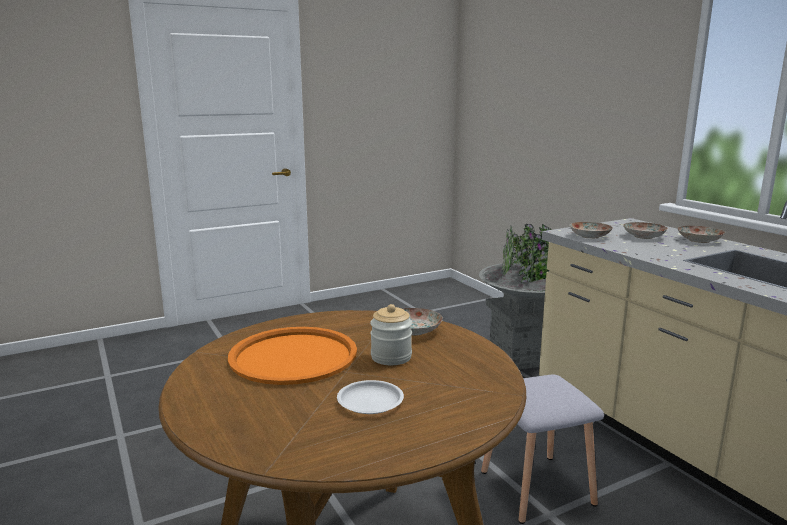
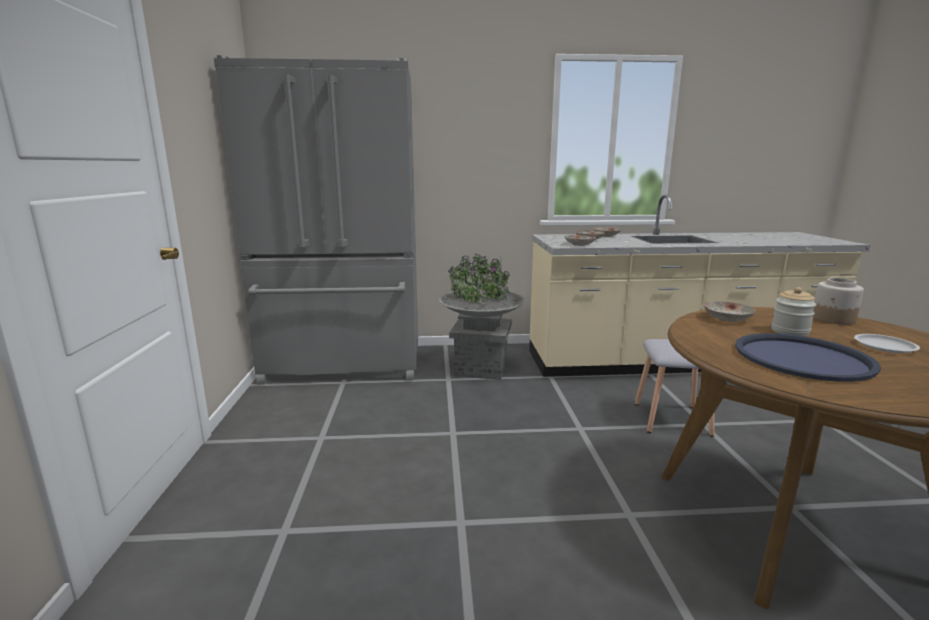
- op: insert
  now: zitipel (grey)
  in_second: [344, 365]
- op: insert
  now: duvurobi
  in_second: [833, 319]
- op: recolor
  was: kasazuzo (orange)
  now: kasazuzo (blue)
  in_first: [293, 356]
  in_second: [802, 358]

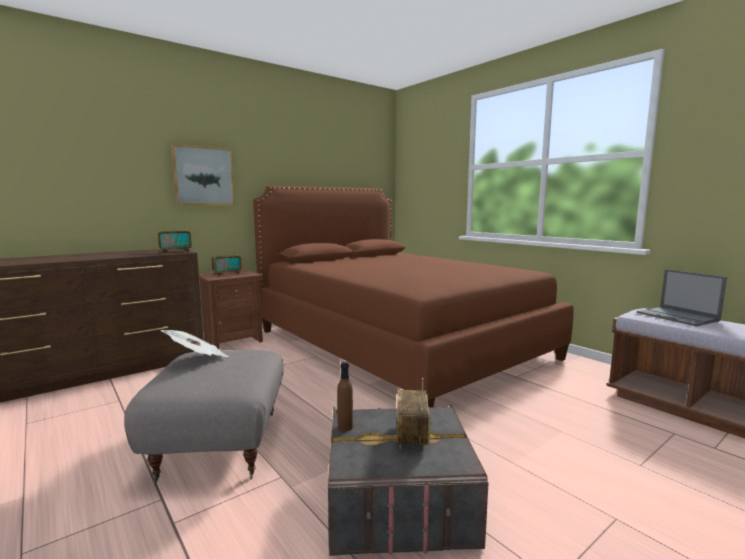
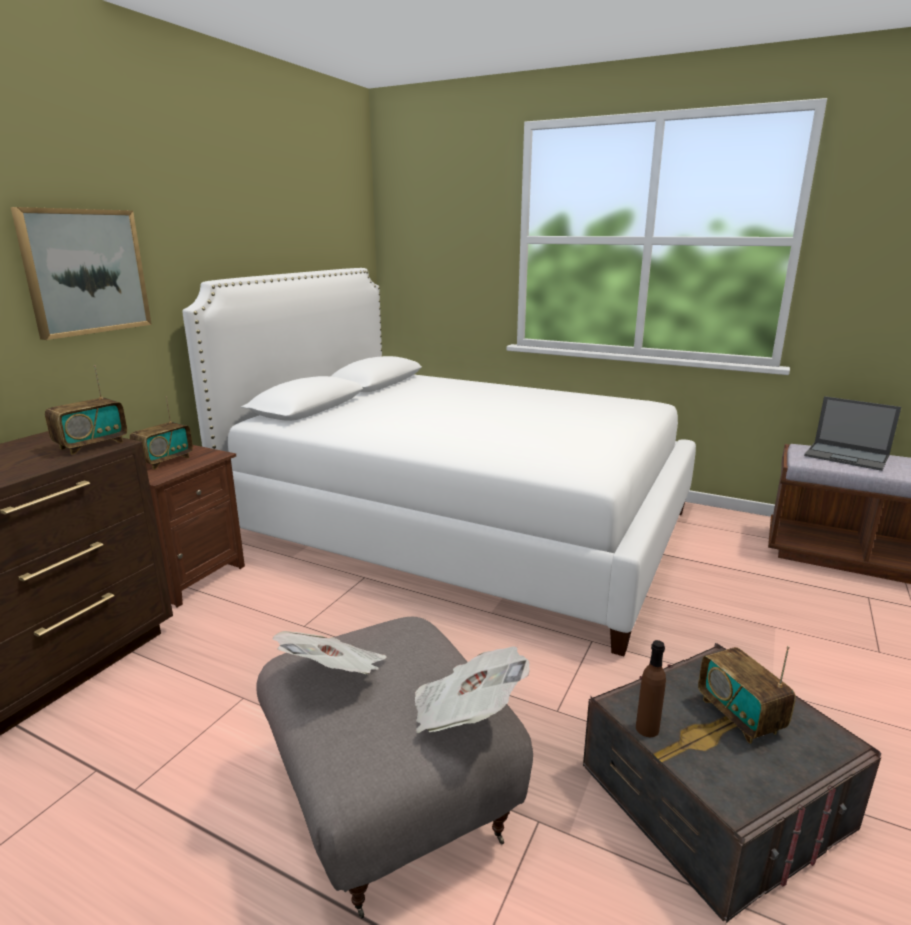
- op: insert
  now: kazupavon
  in_second: [466, 713]
- op: recolor
  was: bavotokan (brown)
  now: bavotokan (white)
  in_first: [398, 343]
  in_second: [462, 526]

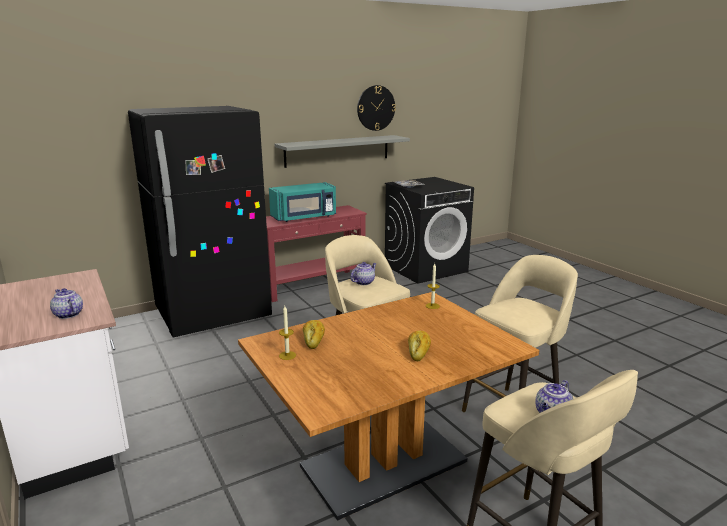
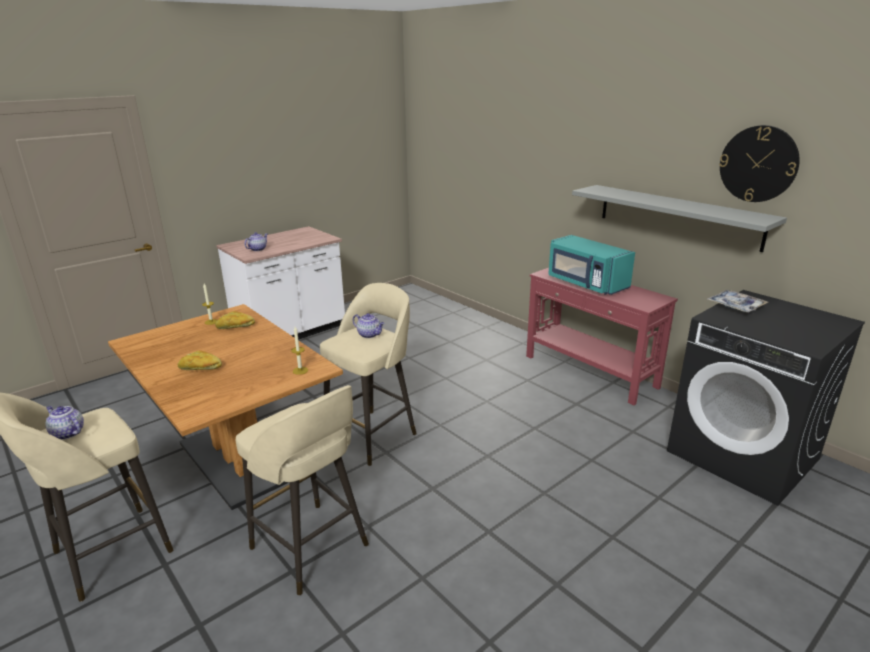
- op: delete
  was: zitipel (black)
  in_first: [213, 315]

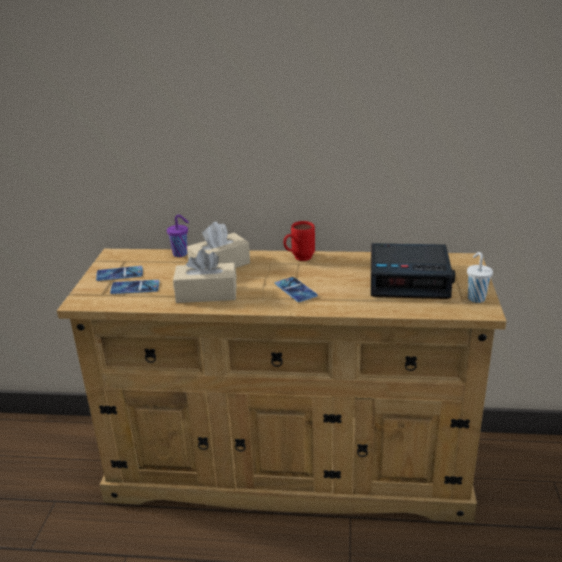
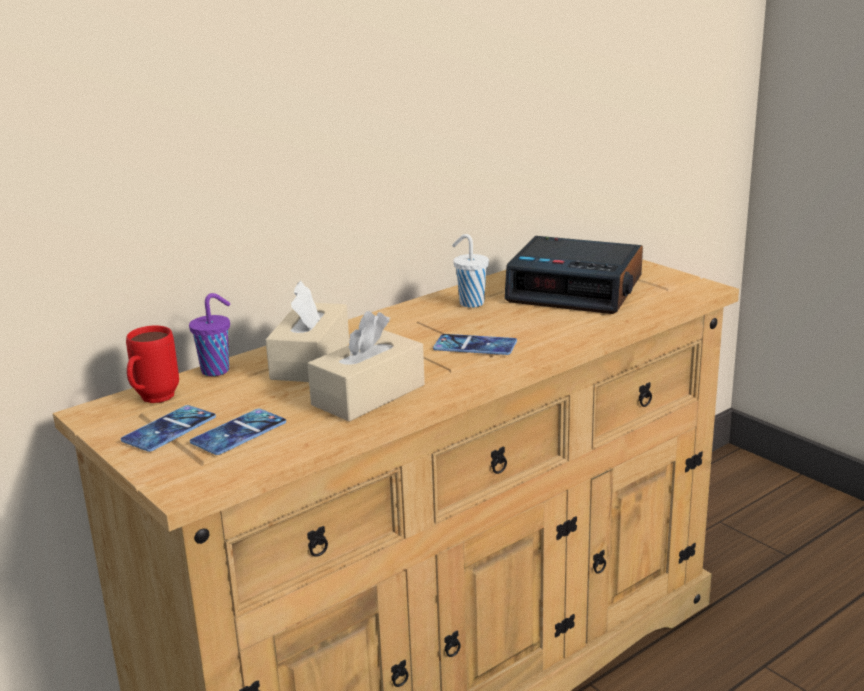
- op: move
  was: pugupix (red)
  in_first: [299, 258]
  in_second: [152, 400]
- op: move
  was: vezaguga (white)
  in_first: [475, 298]
  in_second: [470, 303]
- op: rotate
  was: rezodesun
  in_first: [409, 280]
  in_second: [576, 289]
  clockwise: 60

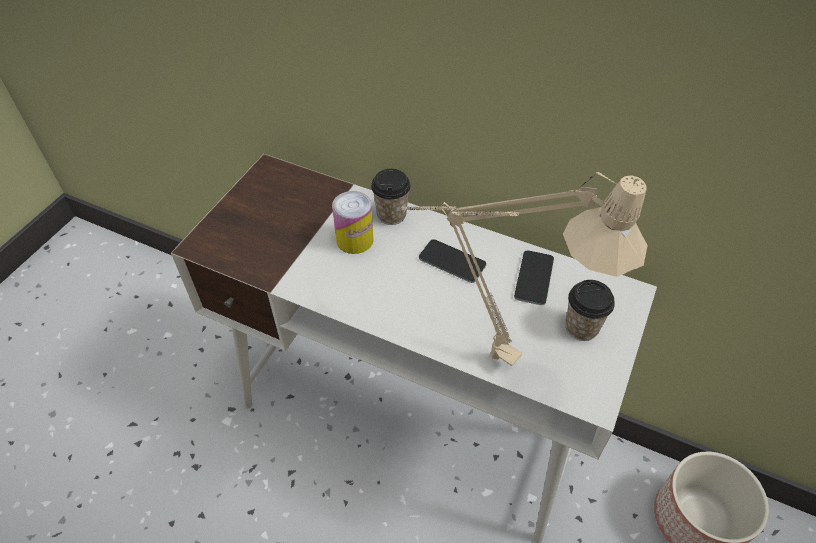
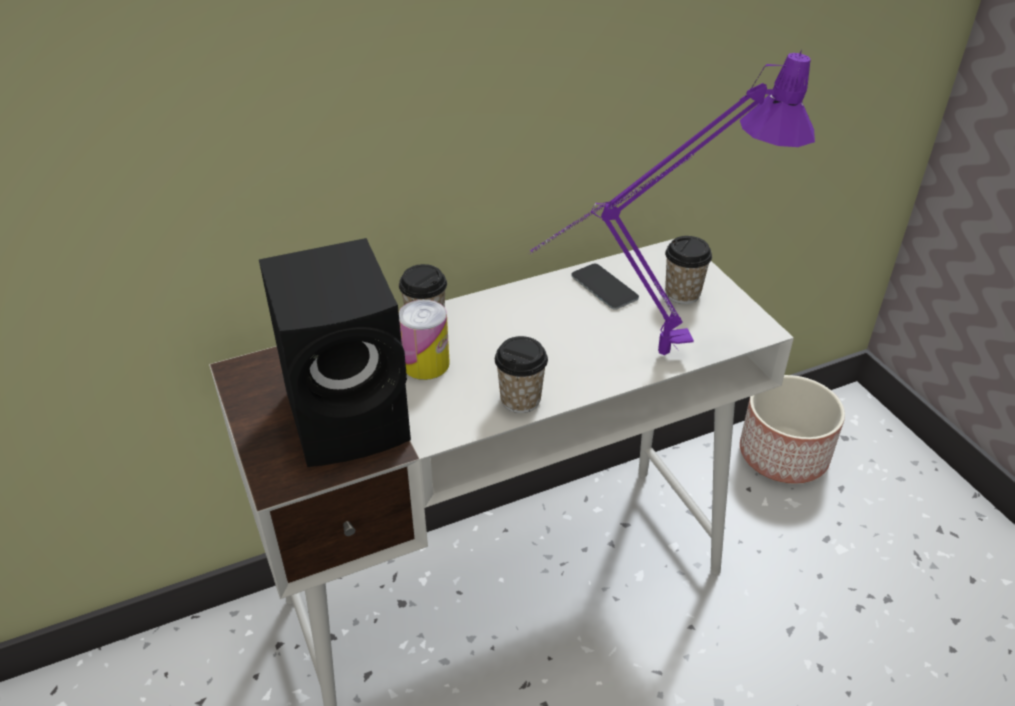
- op: delete
  was: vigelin
  in_first: [452, 261]
- op: insert
  now: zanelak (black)
  in_second: [352, 416]
- op: insert
  now: vezaguga
  in_second: [520, 399]
- op: recolor
  was: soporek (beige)
  now: soporek (purple)
  in_first: [482, 349]
  in_second: [647, 357]

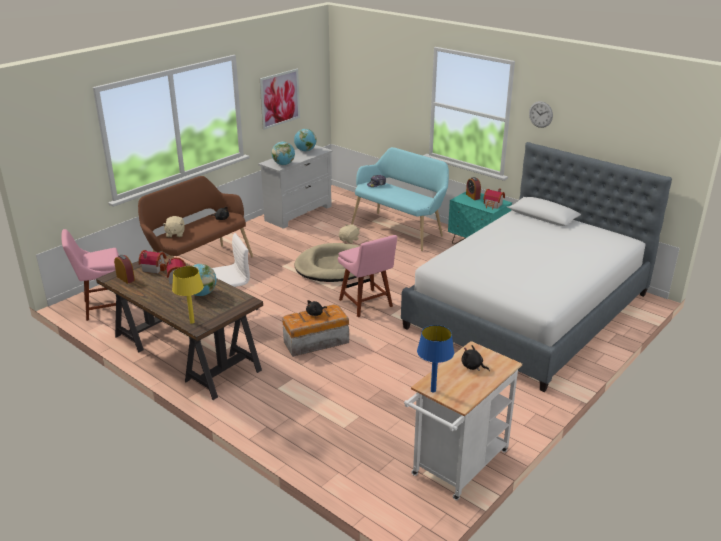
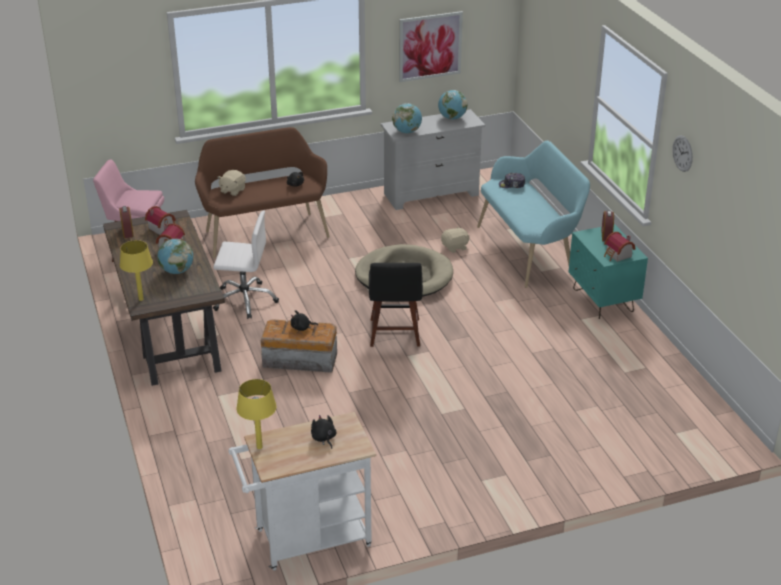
- op: delete
  was: bavotokan
  in_first: [528, 311]
- op: recolor
  was: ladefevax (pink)
  now: ladefevax (black)
  in_first: [367, 304]
  in_second: [395, 334]
- op: recolor
  was: soporek (blue)
  now: soporek (yellow)
  in_first: [433, 390]
  in_second: [259, 447]

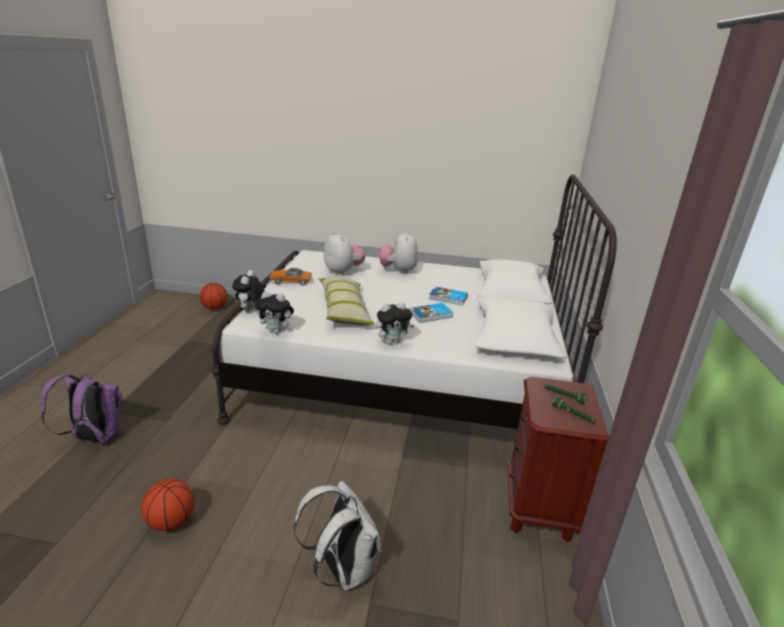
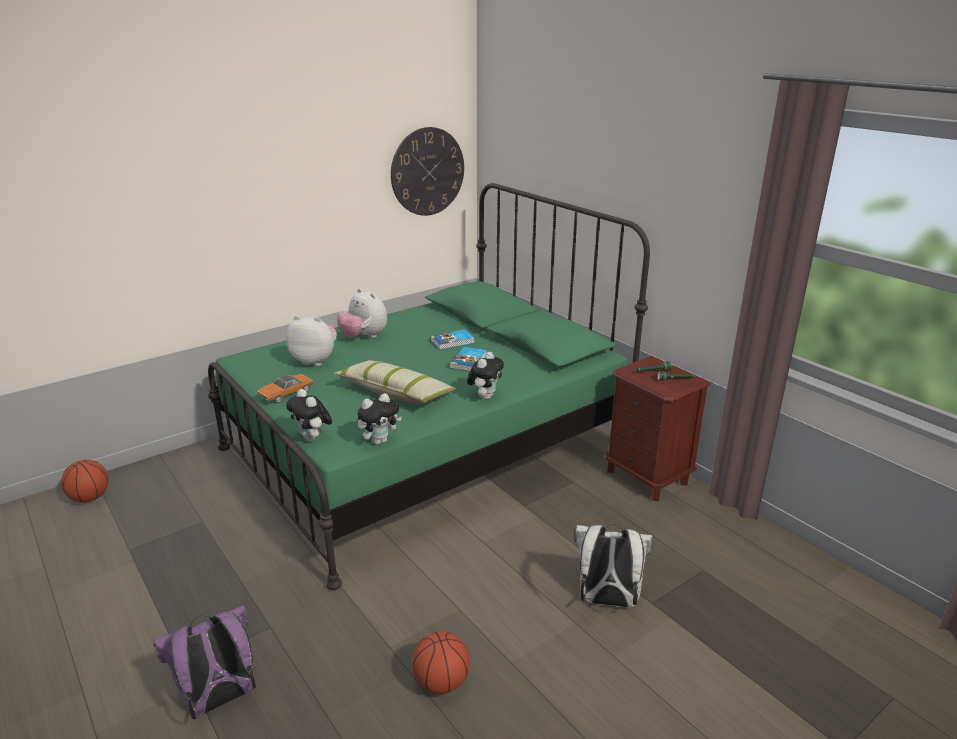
- op: insert
  now: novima
  in_second: [427, 172]
- op: recolor
  was: bavotokan (white)
  now: bavotokan (green)
  in_first: [402, 378]
  in_second: [425, 448]

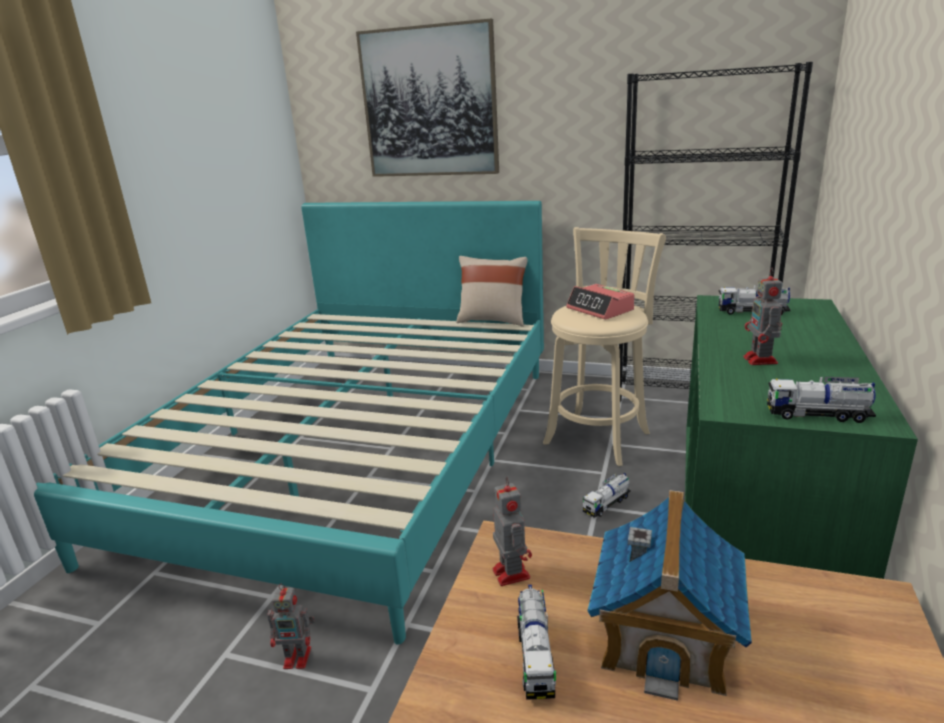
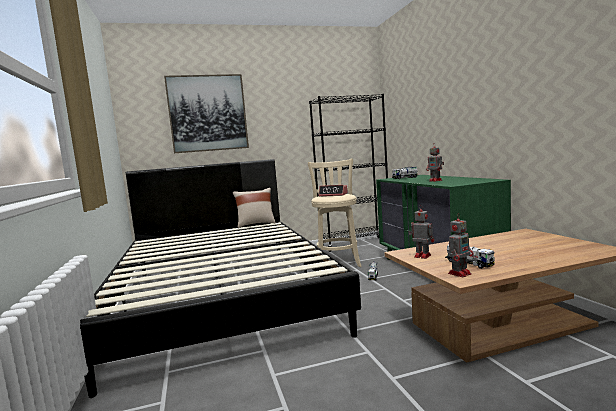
- op: delete
  was: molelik
  in_first: [665, 636]
- op: delete
  was: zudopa
  in_first: [817, 415]
- op: move
  was: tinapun
  in_first: [299, 657]
  in_second: [460, 273]
- op: recolor
  was: bavotokan (turquoise)
  now: bavotokan (black)
  in_first: [356, 451]
  in_second: [222, 296]

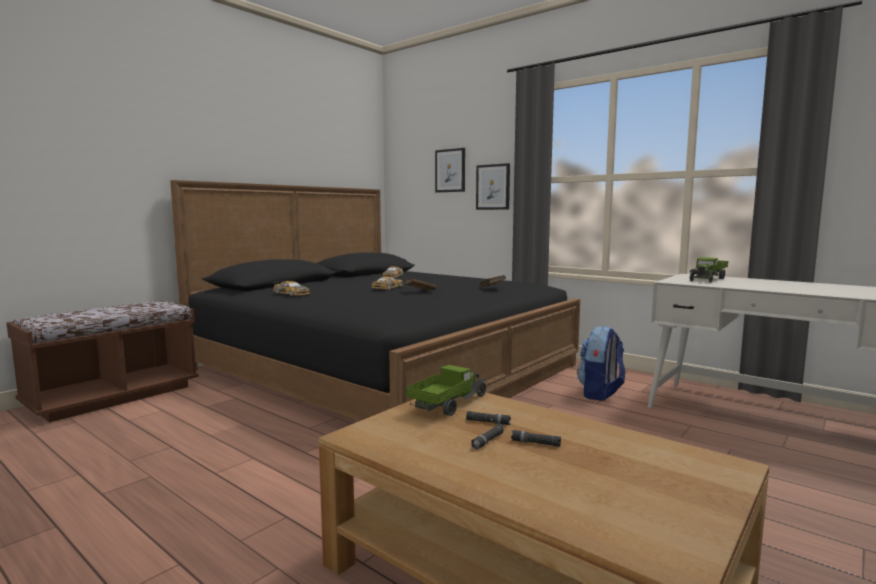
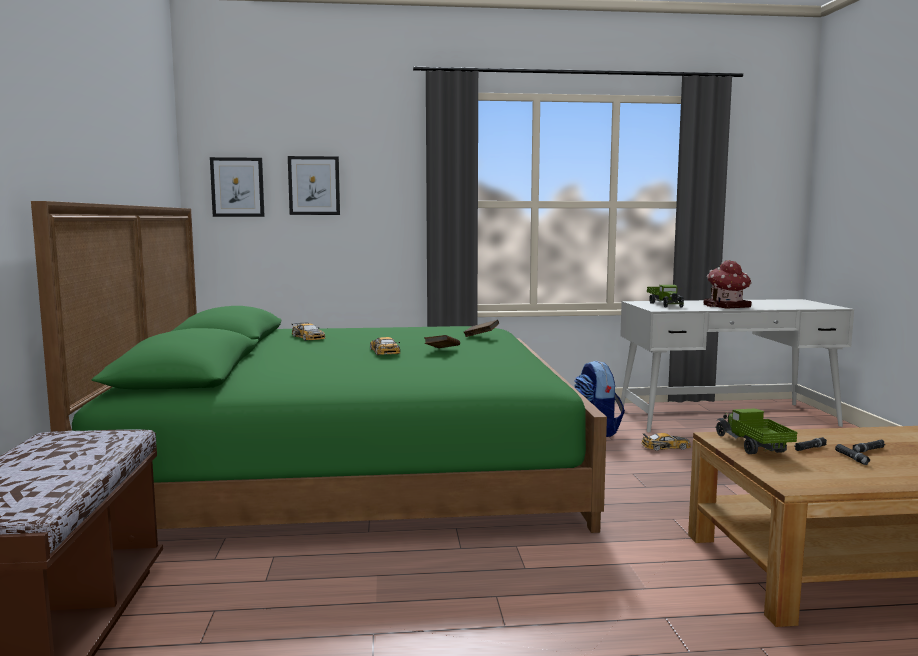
- op: insert
  now: molelik
  in_second: [727, 306]
- op: move
  was: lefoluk
  in_first: [291, 293]
  in_second: [666, 447]
- op: move
  was: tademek
  in_first: [493, 187]
  in_second: [237, 187]
- op: recolor
  was: bavotokan (black)
  now: bavotokan (green)
  in_first: [384, 367]
  in_second: [351, 464]

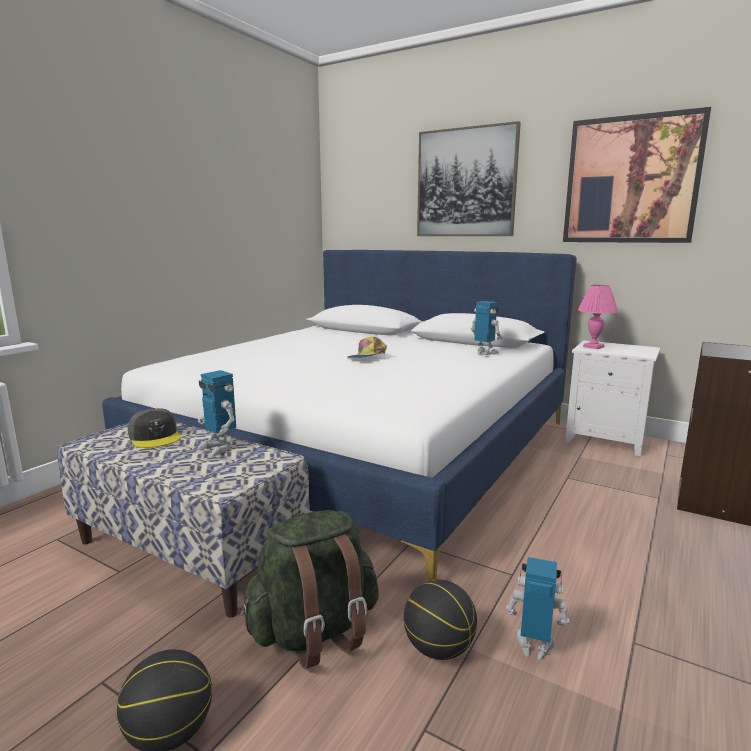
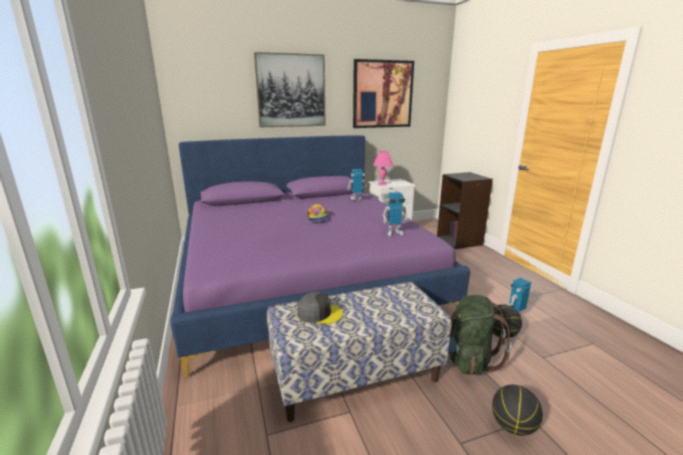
- op: move
  was: tinapun
  in_first: [219, 448]
  in_second: [394, 232]
- op: recolor
  was: bavotokan (white)
  now: bavotokan (purple)
  in_first: [363, 445]
  in_second: [303, 277]

